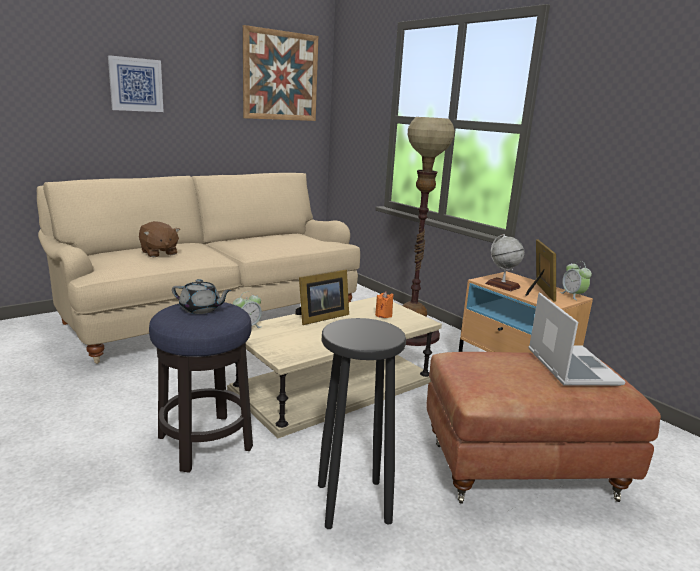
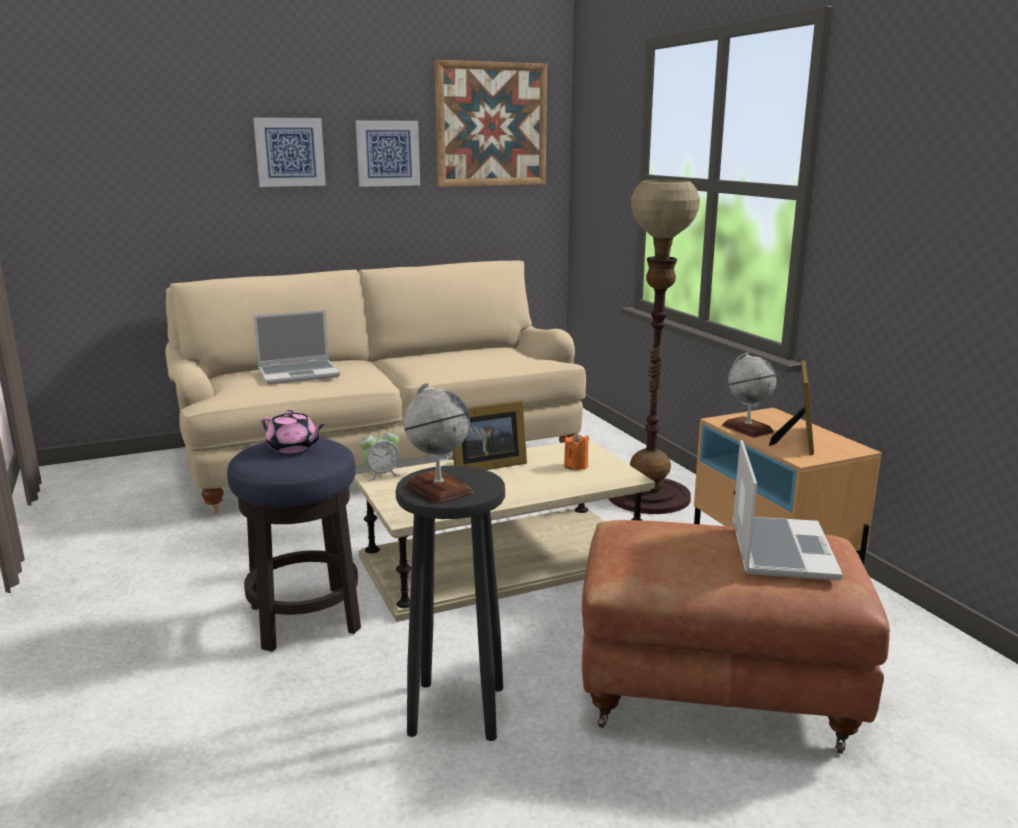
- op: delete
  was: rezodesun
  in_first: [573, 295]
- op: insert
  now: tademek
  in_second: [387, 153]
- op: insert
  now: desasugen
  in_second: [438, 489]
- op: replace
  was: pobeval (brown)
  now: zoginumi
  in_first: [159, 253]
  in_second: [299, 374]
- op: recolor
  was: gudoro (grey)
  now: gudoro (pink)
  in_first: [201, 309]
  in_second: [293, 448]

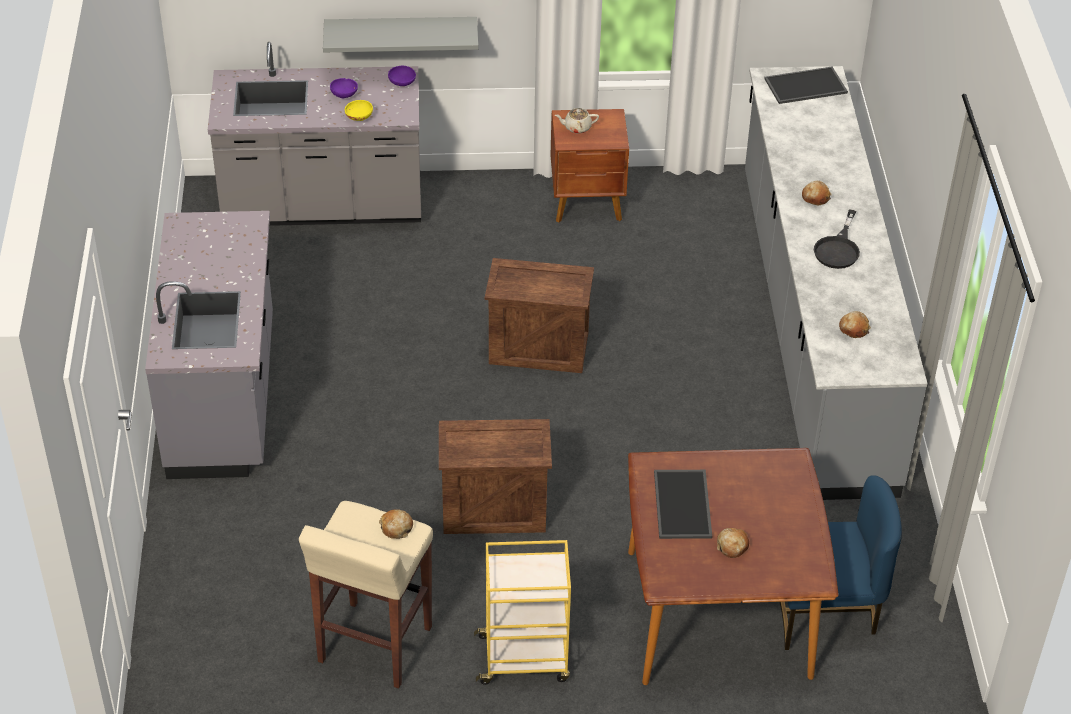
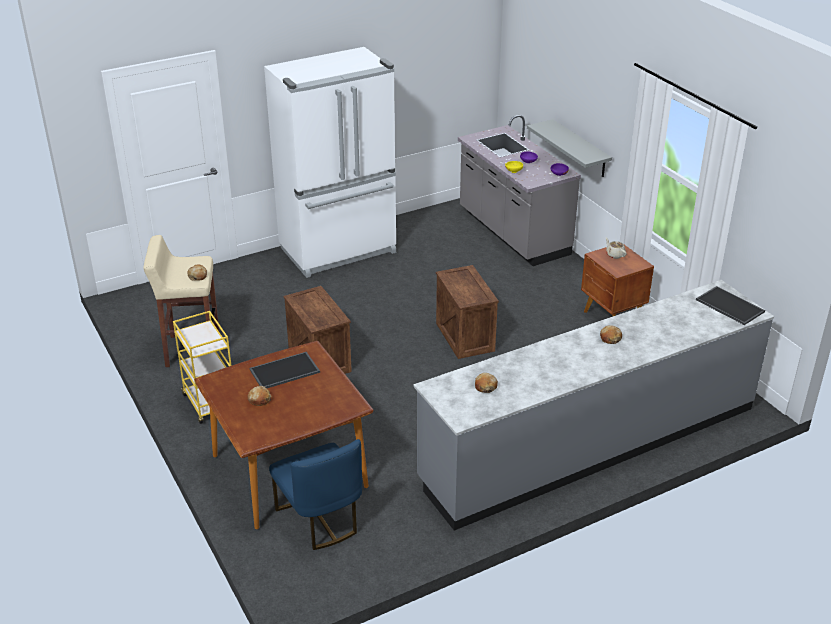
- op: delete
  was: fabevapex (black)
  in_first: [838, 248]
- op: replace
  was: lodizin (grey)
  now: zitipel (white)
  in_first: [224, 398]
  in_second: [339, 251]

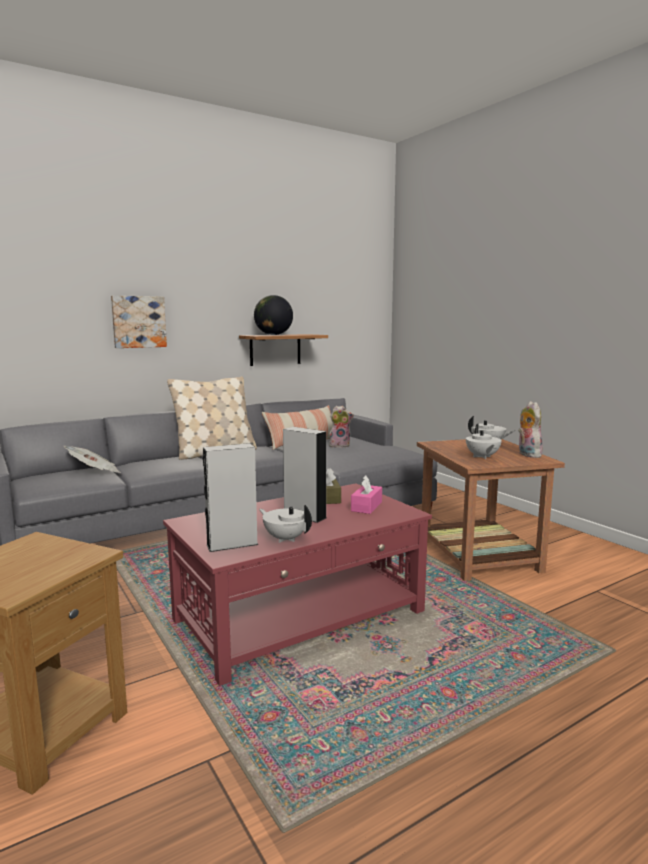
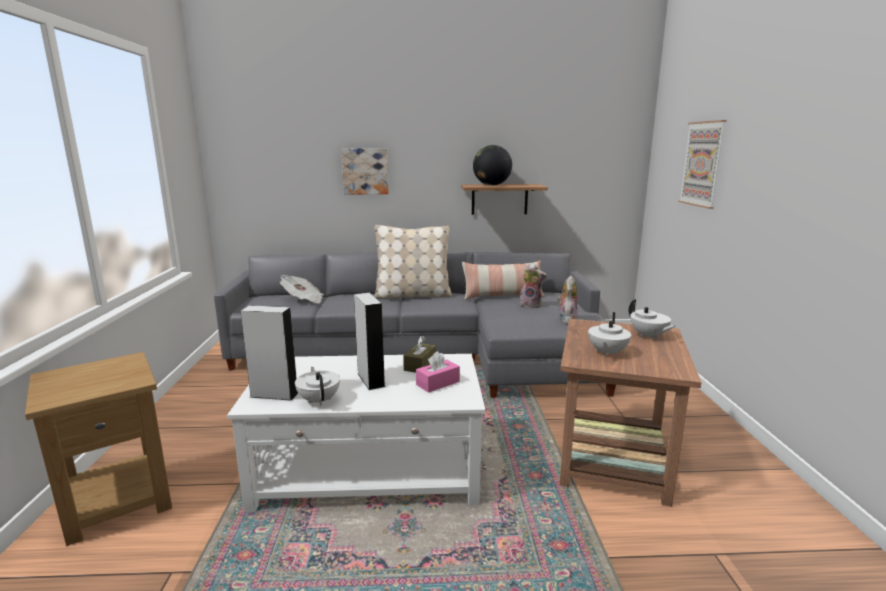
- op: insert
  now: tademek
  in_second: [702, 164]
- op: move
  was: pobeval
  in_first: [527, 454]
  in_second: [566, 319]
- op: recolor
  was: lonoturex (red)
  now: lonoturex (white)
  in_first: [301, 616]
  in_second: [370, 470]

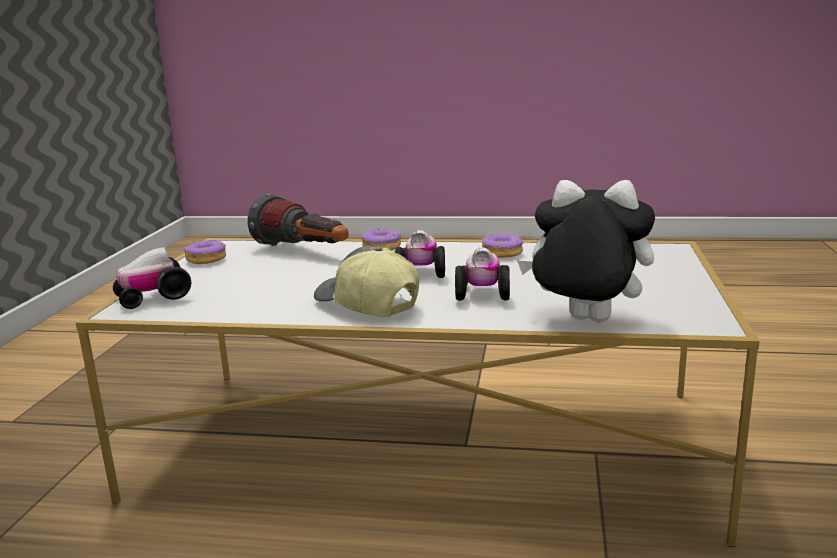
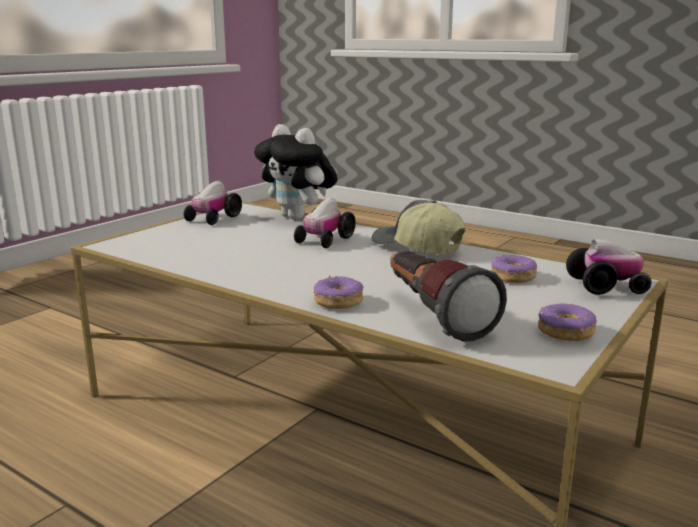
- op: move
  was: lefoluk
  in_first: [421, 273]
  in_second: [213, 219]
- op: move
  was: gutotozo
  in_first: [502, 253]
  in_second: [512, 277]
- op: rotate
  was: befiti
  in_first: [366, 305]
  in_second: [416, 247]
  clockwise: 150

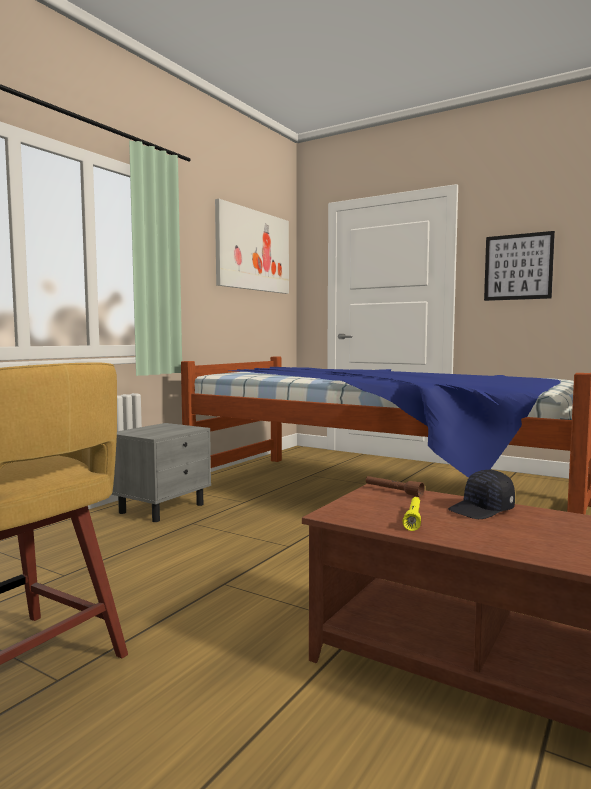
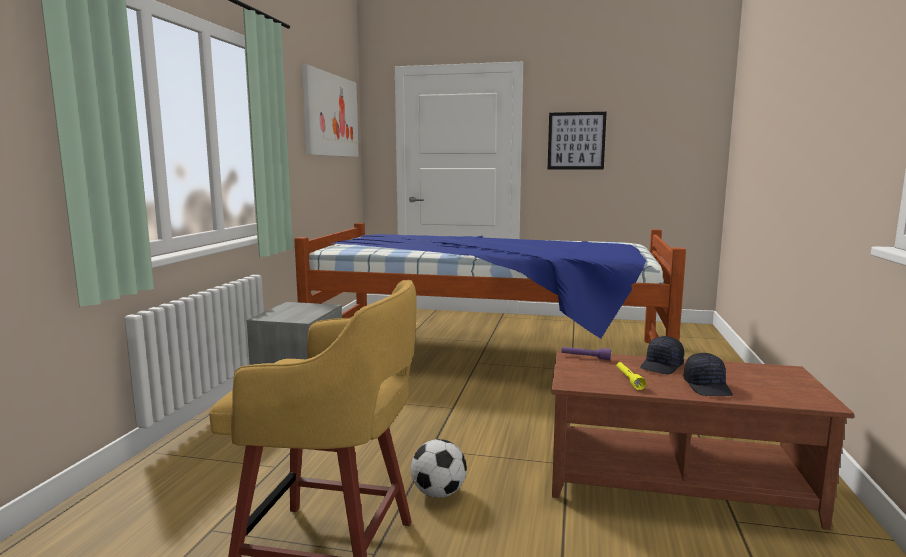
- op: insert
  now: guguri
  in_second: [438, 493]
- op: insert
  now: befiti (black)
  in_second: [708, 387]
- op: recolor
  was: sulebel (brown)
  now: sulebel (purple)
  in_first: [393, 491]
  in_second: [585, 357]

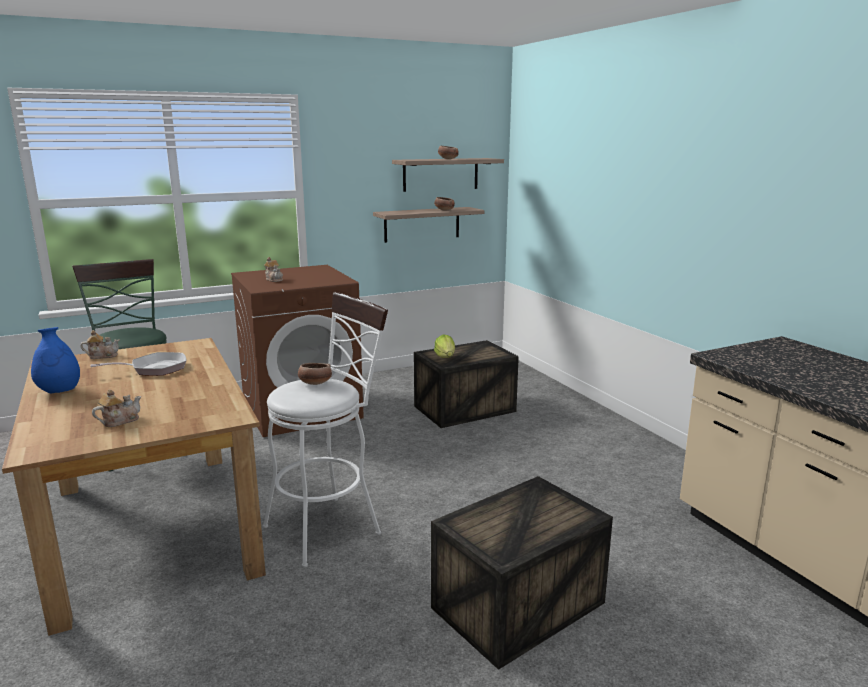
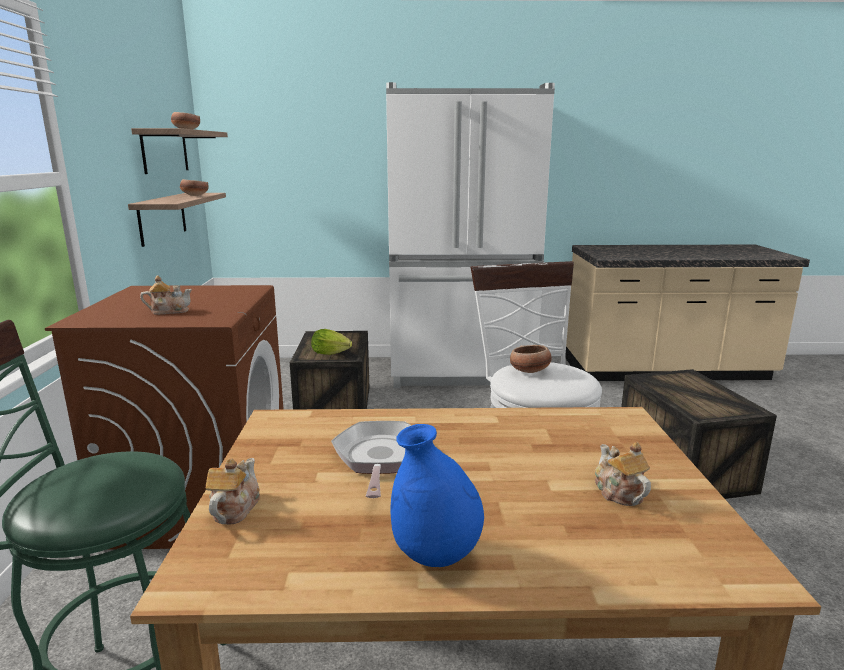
- op: insert
  now: zitipel (white)
  in_second: [461, 372]

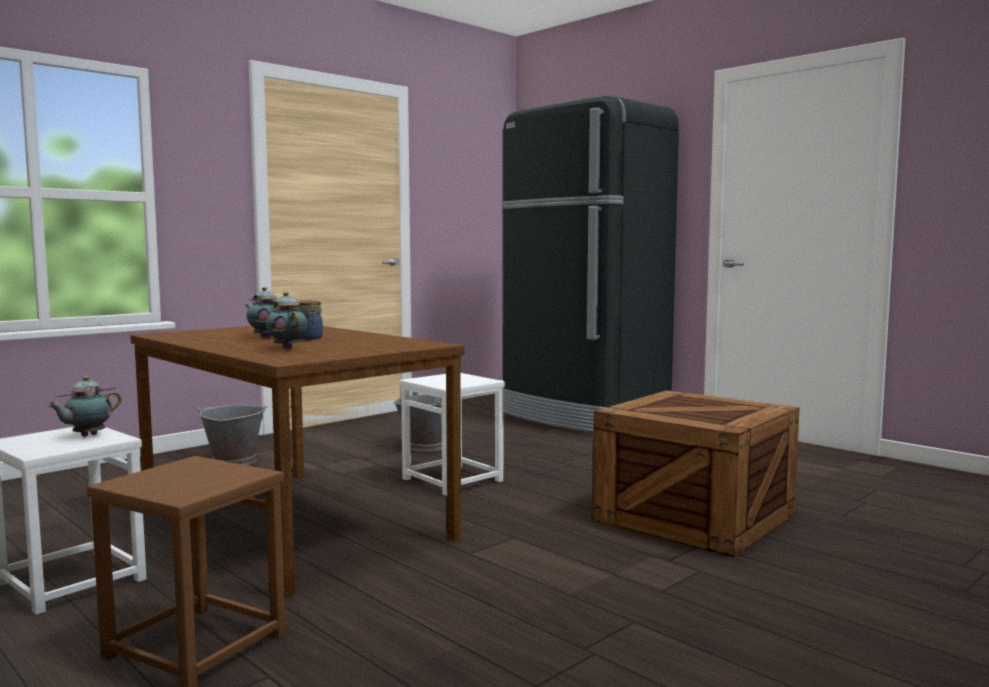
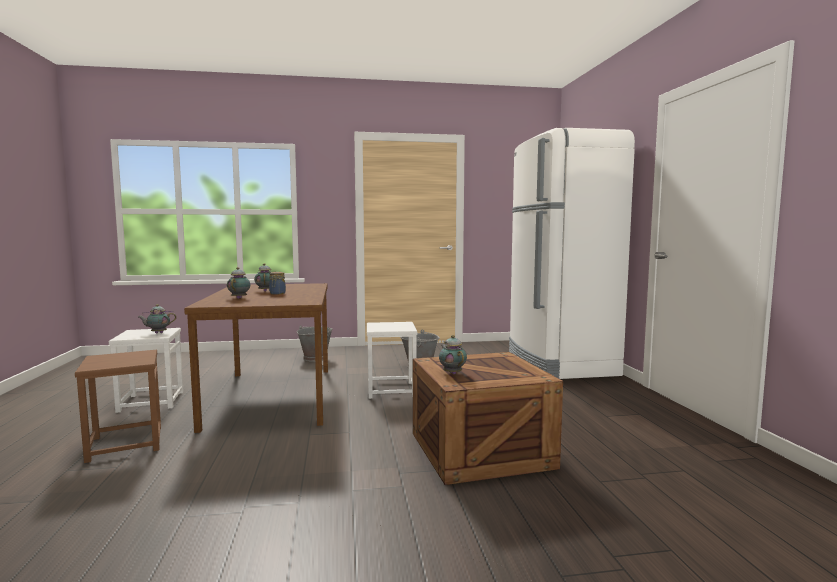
- op: insert
  now: gudoro
  in_second: [452, 373]
- op: recolor
  was: zitipel (black)
  now: zitipel (white)
  in_first: [583, 417]
  in_second: [559, 364]

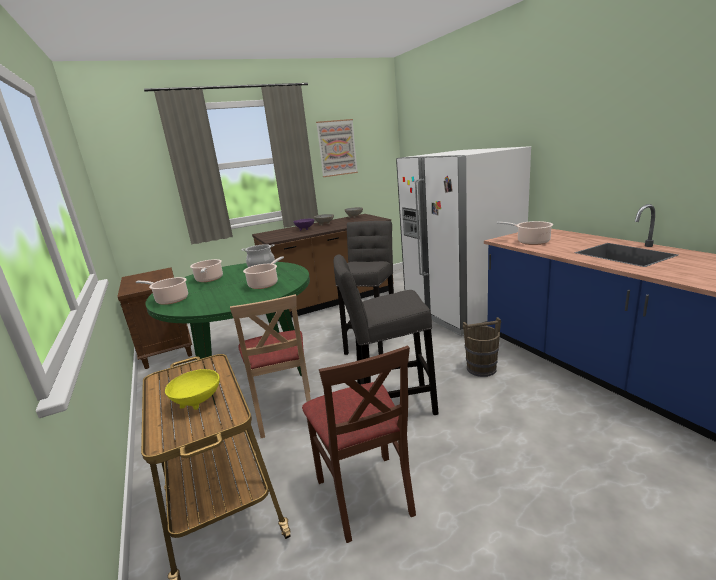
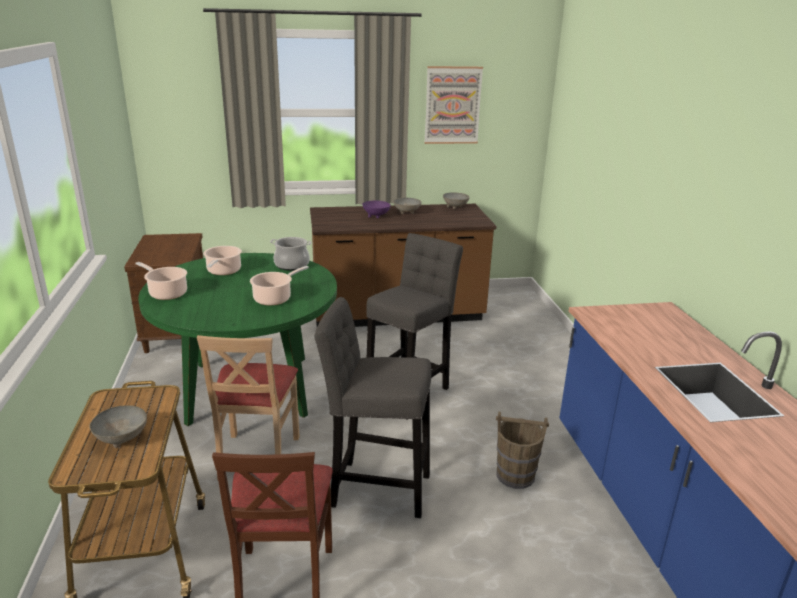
- op: delete
  was: zitipel (white)
  in_first: [461, 312]
- op: delete
  was: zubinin
  in_first: [531, 242]
- op: recolor
  was: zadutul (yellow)
  now: zadutul (grey)
  in_first: [198, 402]
  in_second: [122, 440]

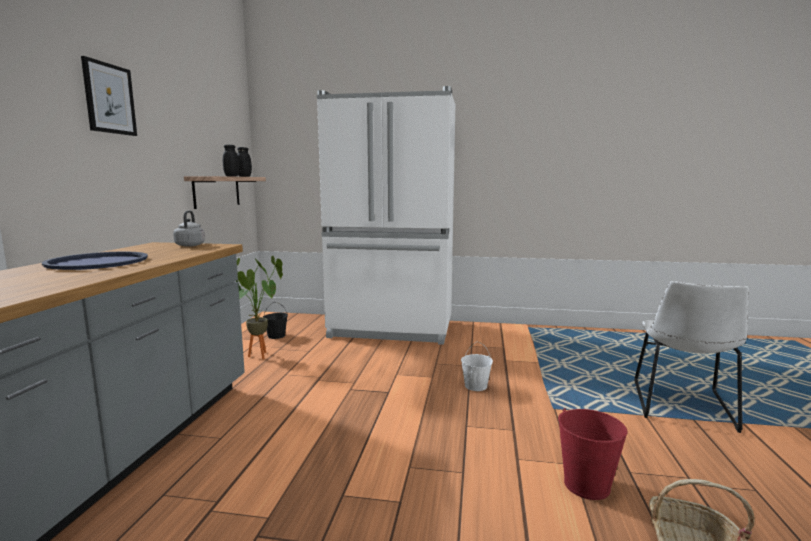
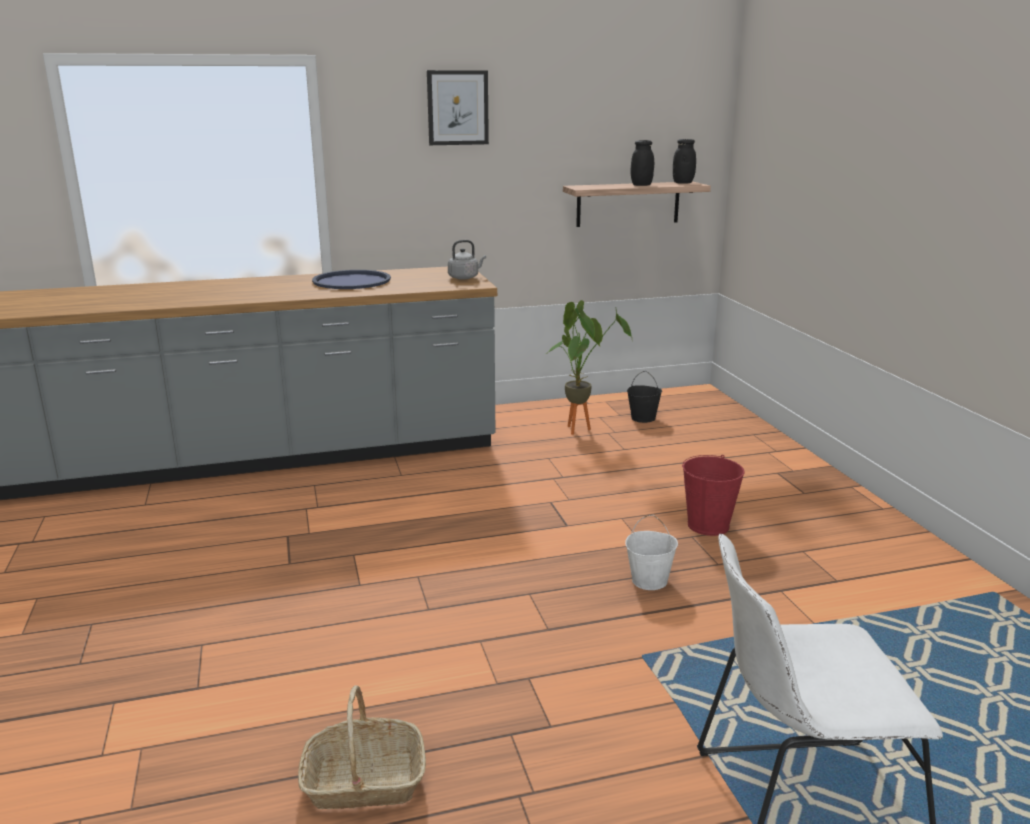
- op: delete
  was: zitipel (white)
  in_first: [391, 330]
- op: move
  was: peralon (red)
  in_first: [587, 485]
  in_second: [708, 525]

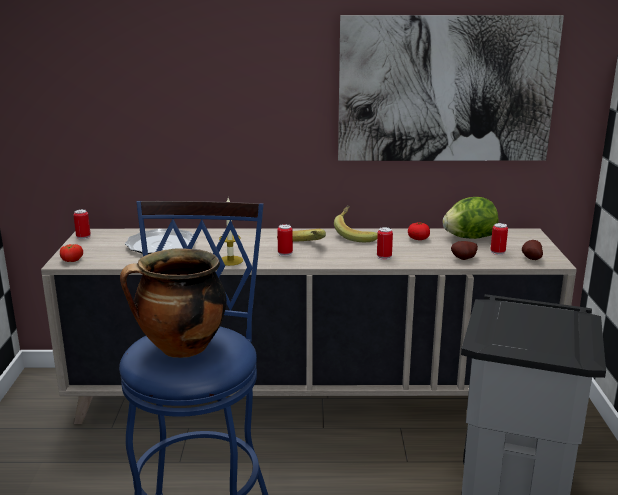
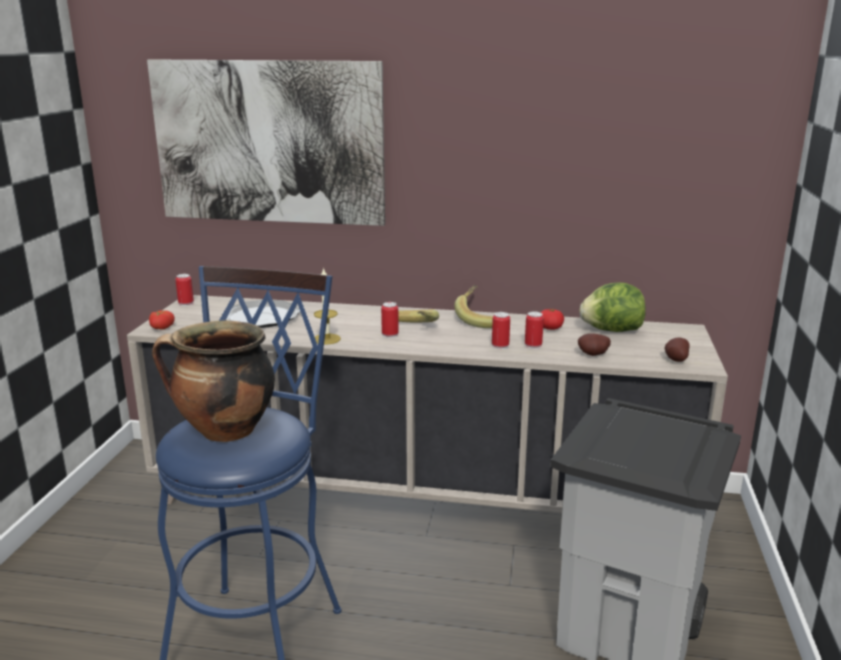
- op: move
  was: tademek
  in_first: [446, 89]
  in_second: [268, 142]
- op: move
  was: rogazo
  in_first: [497, 252]
  in_second: [533, 345]

